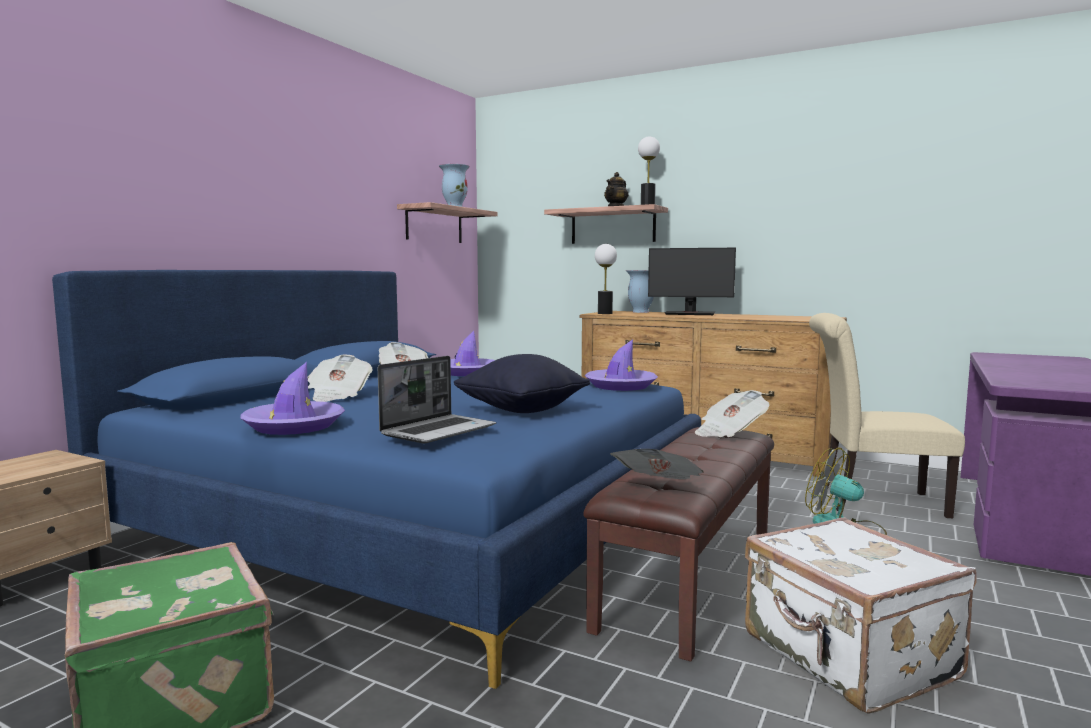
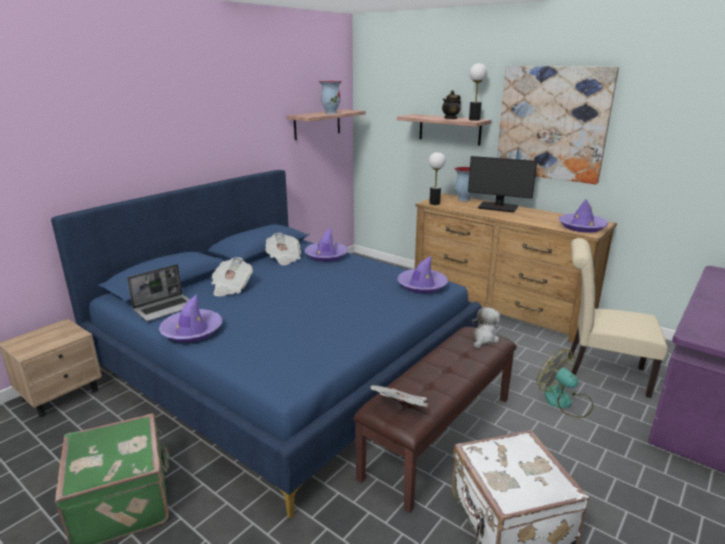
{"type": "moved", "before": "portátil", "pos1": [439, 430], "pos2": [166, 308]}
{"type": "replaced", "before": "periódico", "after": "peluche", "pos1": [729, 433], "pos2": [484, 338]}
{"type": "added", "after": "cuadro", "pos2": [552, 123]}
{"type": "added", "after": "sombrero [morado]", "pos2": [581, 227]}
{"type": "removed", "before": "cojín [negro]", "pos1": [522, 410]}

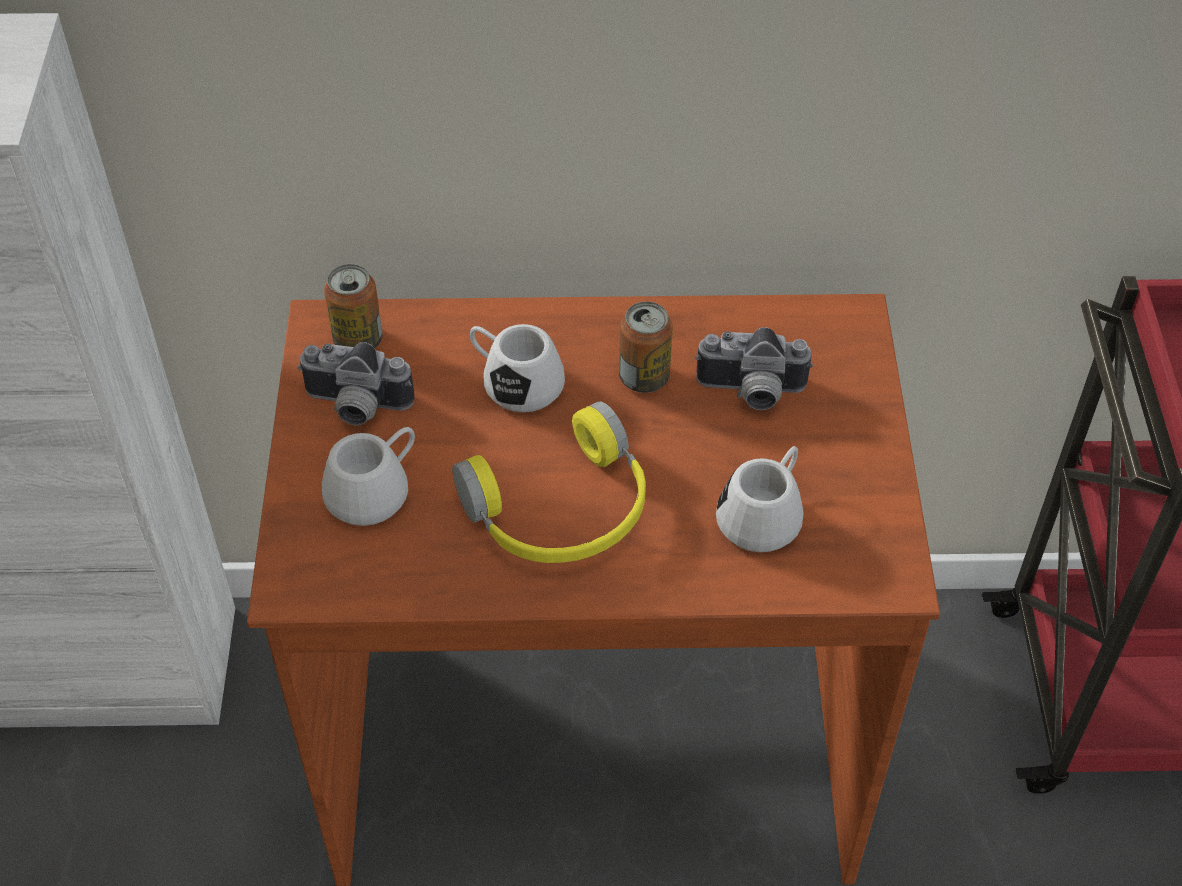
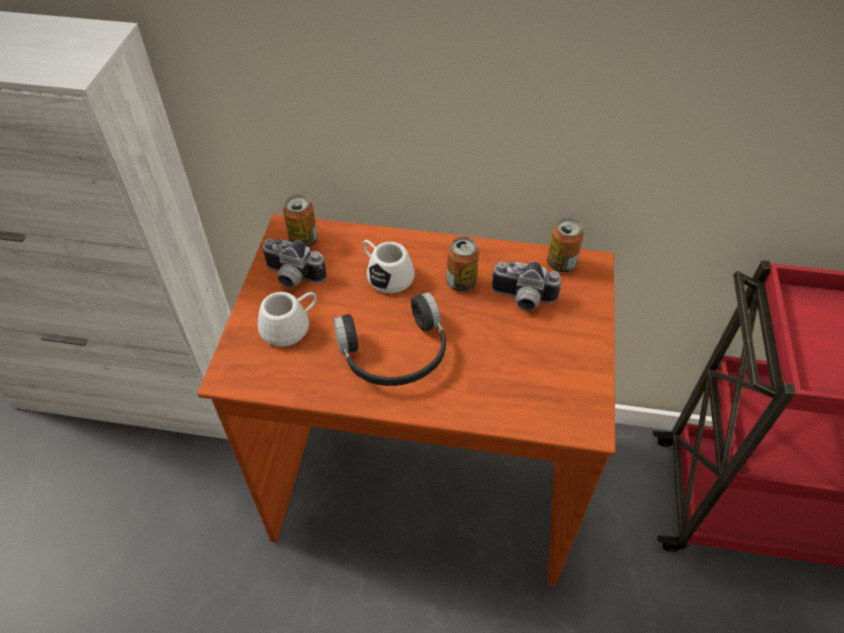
{"type": "recoloured", "before": "auriculares [amarillo]", "after": "auriculares [negro]", "pos1": [562, 511], "pos2": [395, 354]}
{"type": "added", "after": "lata", "pos2": [561, 264]}
{"type": "removed", "before": "taza grande [blanco]", "pos1": [764, 513]}

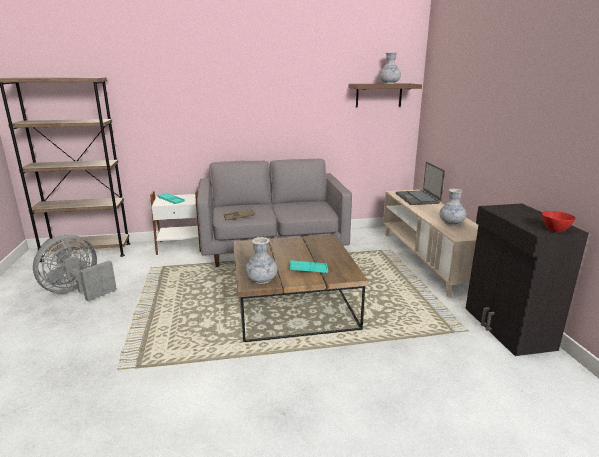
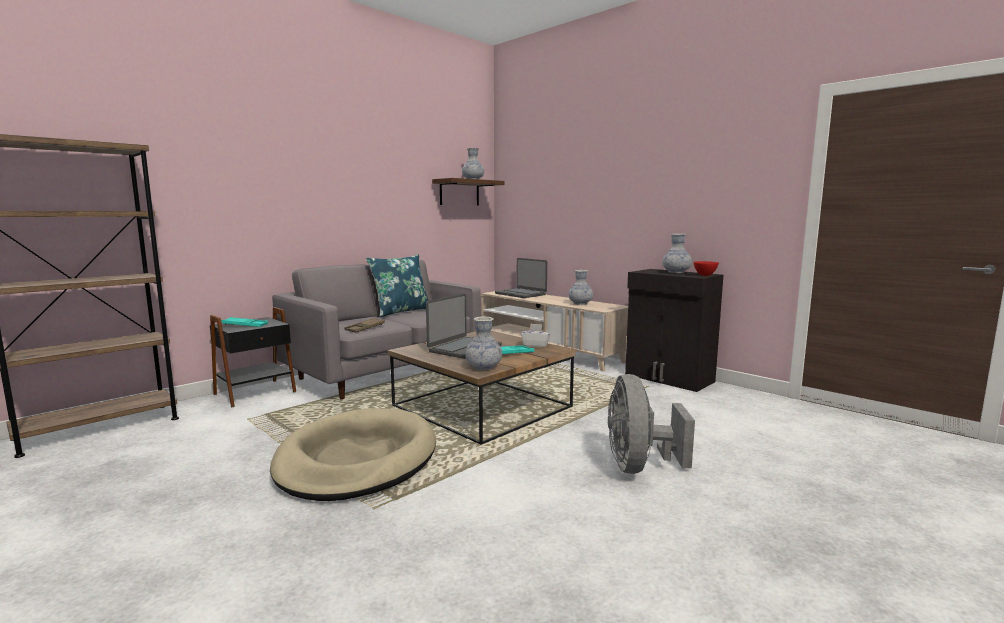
{"type": "recoloured", "before": "mesa auxiliar [blanco]", "after": "mesa auxiliar [negro]", "pos1": [180, 246], "pos2": [256, 393]}
{"type": "added", "after": "cama para perro [beis]", "pos2": [357, 459]}
{"type": "added", "after": "cojín [azul]", "pos2": [401, 312]}
{"type": "added", "after": "portátil", "pos2": [464, 348]}
{"type": "added", "after": "caja de pañuelos [blanco]", "pos2": [535, 345]}
{"type": "moved", "before": "ventilador [gris]", "pos1": [78, 291], "pos2": [639, 466]}
{"type": "added", "after": "florero", "pos2": [676, 272]}

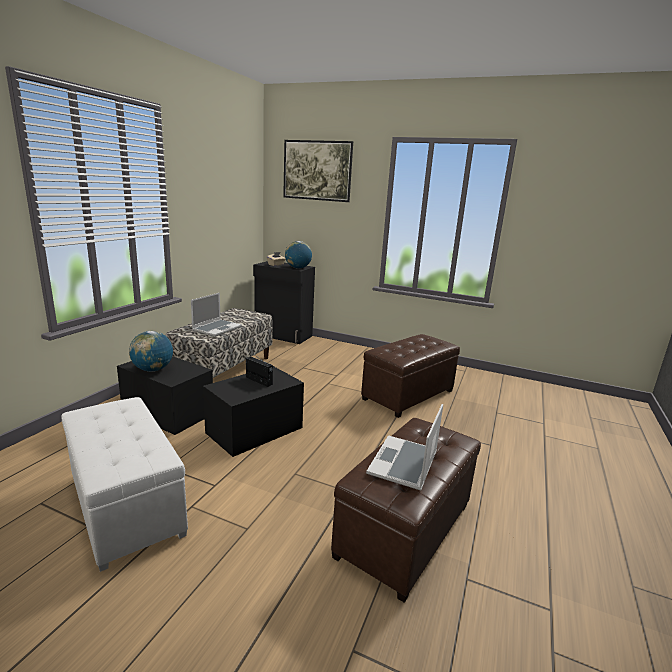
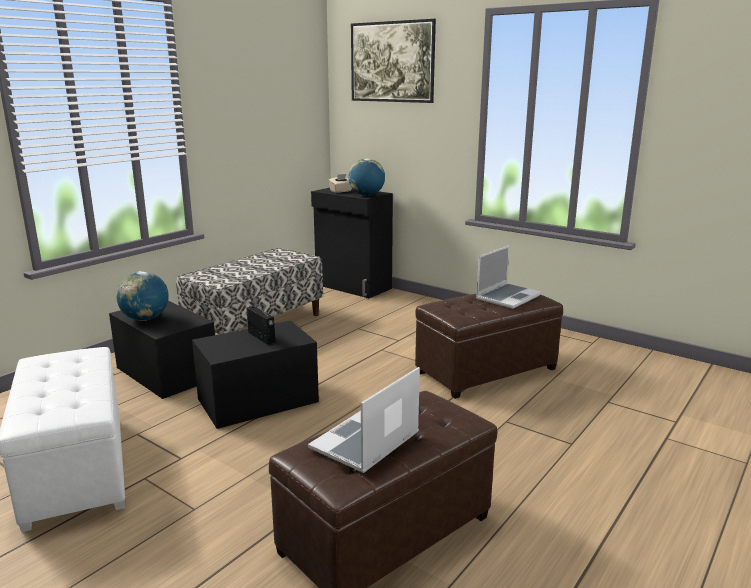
{"type": "moved", "before": "portátil", "pos1": [217, 328], "pos2": [508, 297]}

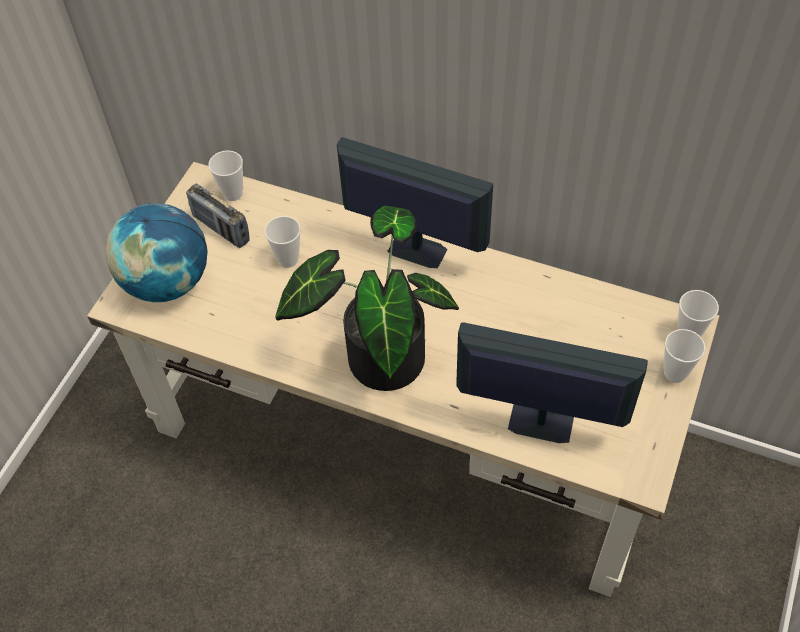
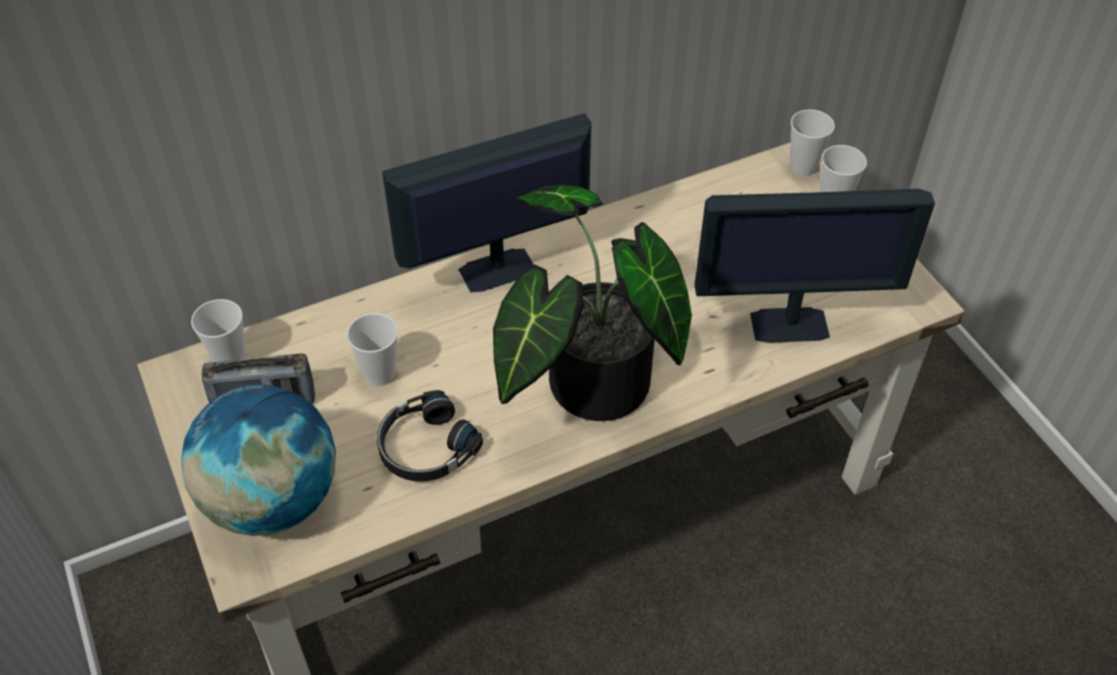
{"type": "added", "after": "auriculares [negro]", "pos2": [425, 447]}
{"type": "turned", "before": "monitor", "pos1": [539, 423], "pos2": [791, 324], "turn": -150}

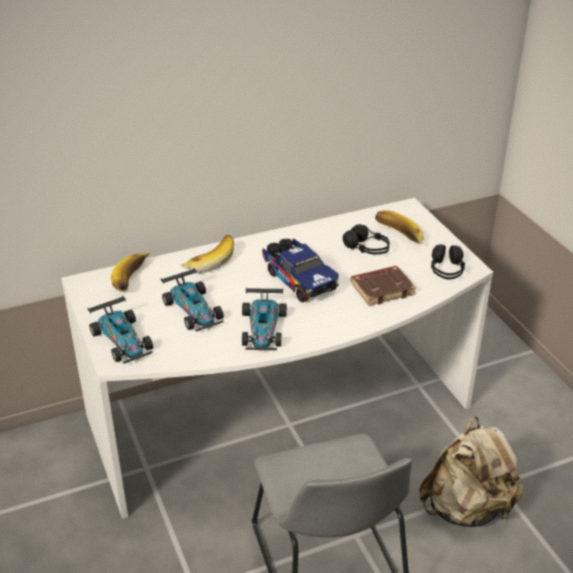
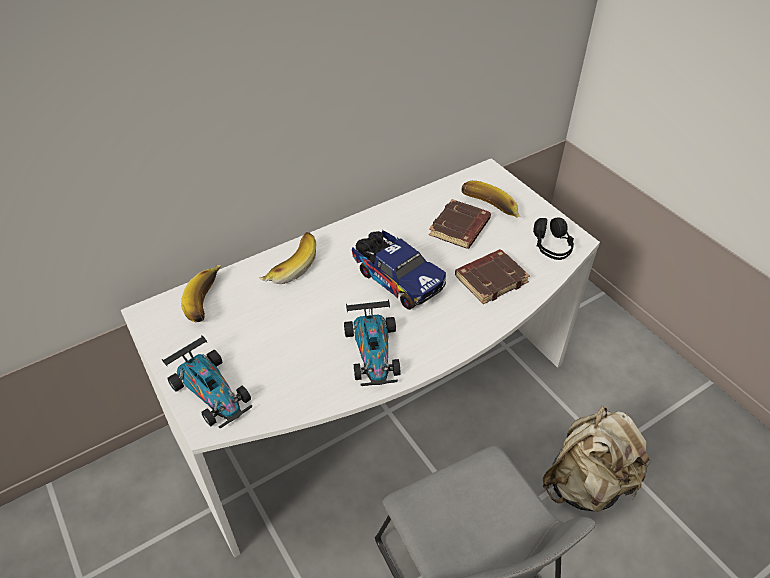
{"type": "replaced", "before": "auriculares [negro]", "after": "libro [marrón]", "pos1": [367, 249], "pos2": [460, 228]}
{"type": "removed", "before": "coche de juguete", "pos1": [194, 310]}

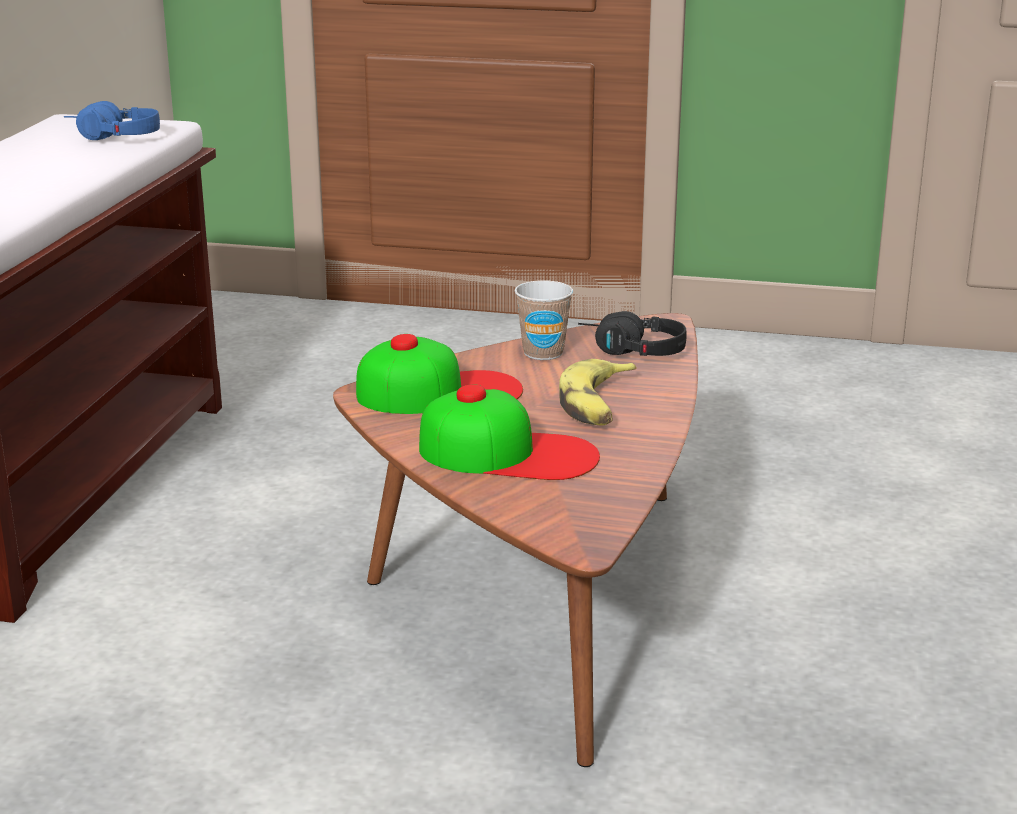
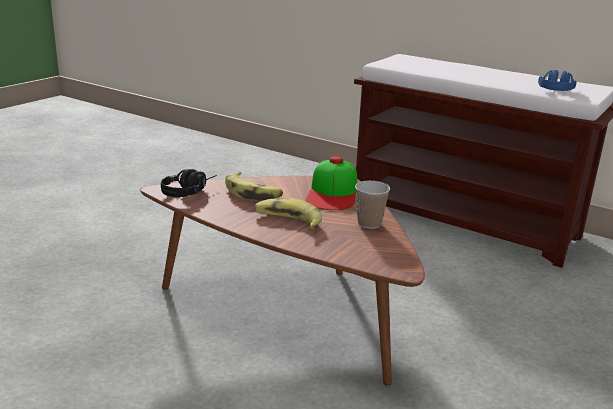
{"type": "moved", "before": "auriculares [negro]", "pos1": [629, 352], "pos2": [189, 191]}
{"type": "replaced", "before": "gorra", "after": "plátano", "pos1": [509, 453], "pos2": [253, 193]}

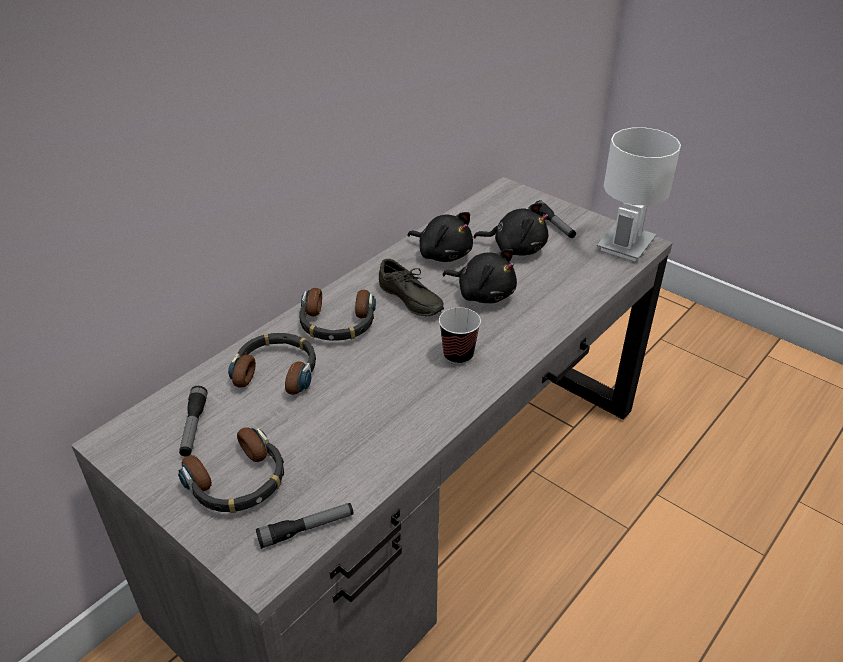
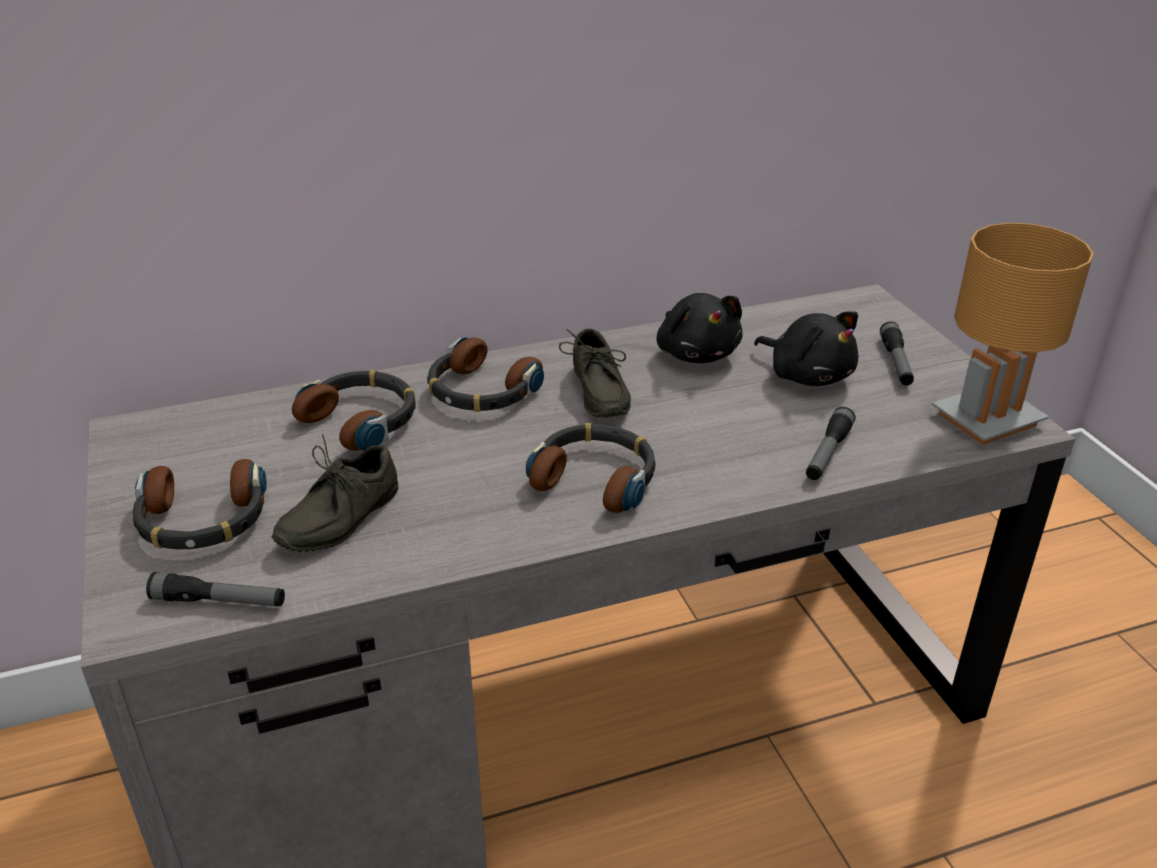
{"type": "added", "after": "zapato [gris]", "pos2": [336, 517]}
{"type": "replaced", "before": "taza", "after": "auriculares", "pos1": [458, 355], "pos2": [596, 478]}
{"type": "moved", "before": "linterna", "pos1": [193, 427], "pos2": [827, 453]}
{"type": "recoloured", "before": "lámpara de mesa [blanco]", "after": "lámpara de mesa [marrón]", "pos1": [625, 245], "pos2": [986, 419]}
{"type": "removed", "before": "peluche [negro]", "pos1": [483, 293]}

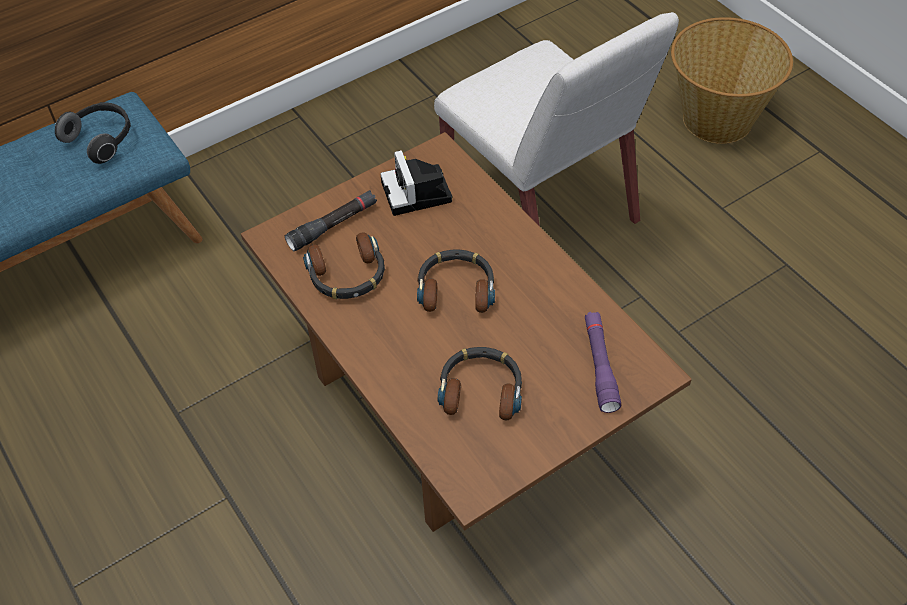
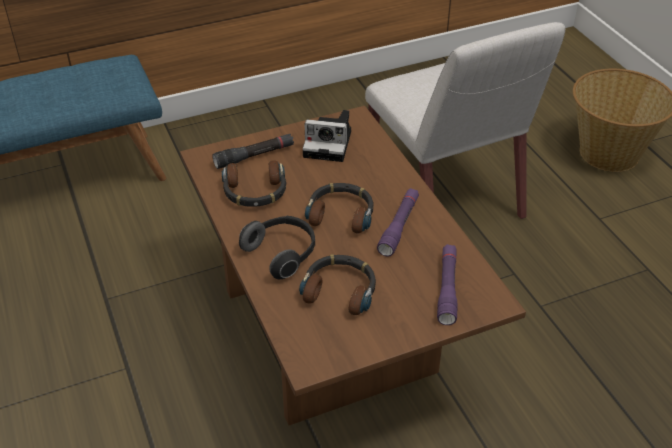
{"type": "moved", "before": "auriculares", "pos1": [101, 140], "pos2": [282, 254]}
{"type": "turned", "before": "cámara", "pos1": [418, 194], "pos2": [330, 144], "turn": -75}
{"type": "added", "after": "linterna [morado]", "pos2": [399, 226]}

